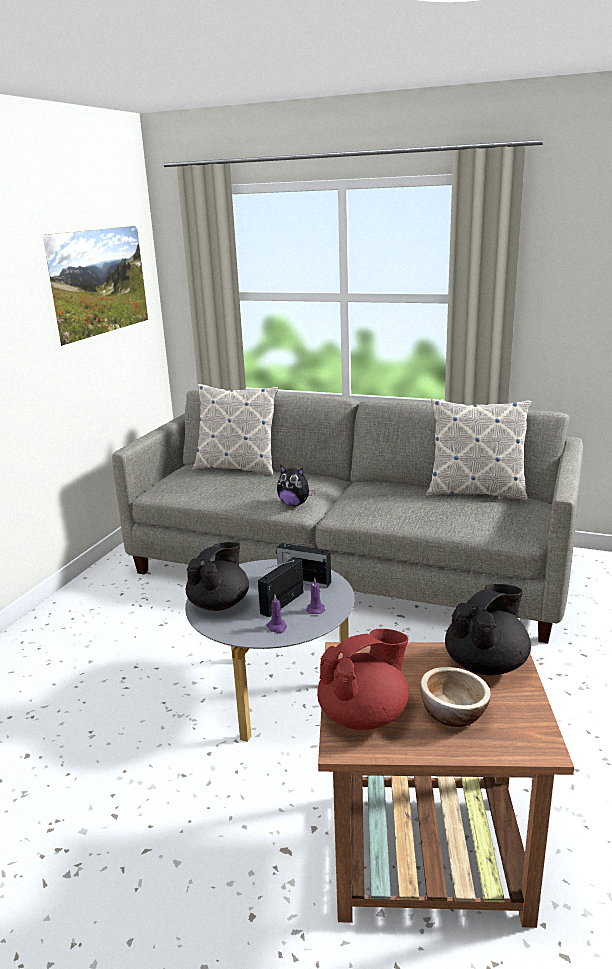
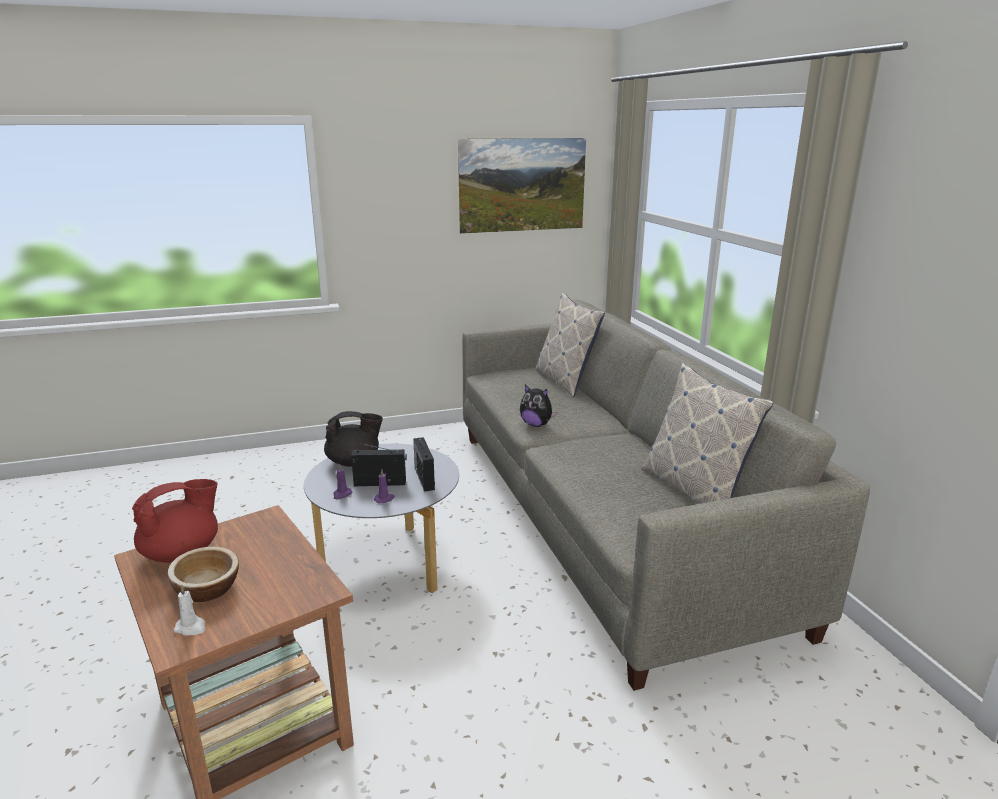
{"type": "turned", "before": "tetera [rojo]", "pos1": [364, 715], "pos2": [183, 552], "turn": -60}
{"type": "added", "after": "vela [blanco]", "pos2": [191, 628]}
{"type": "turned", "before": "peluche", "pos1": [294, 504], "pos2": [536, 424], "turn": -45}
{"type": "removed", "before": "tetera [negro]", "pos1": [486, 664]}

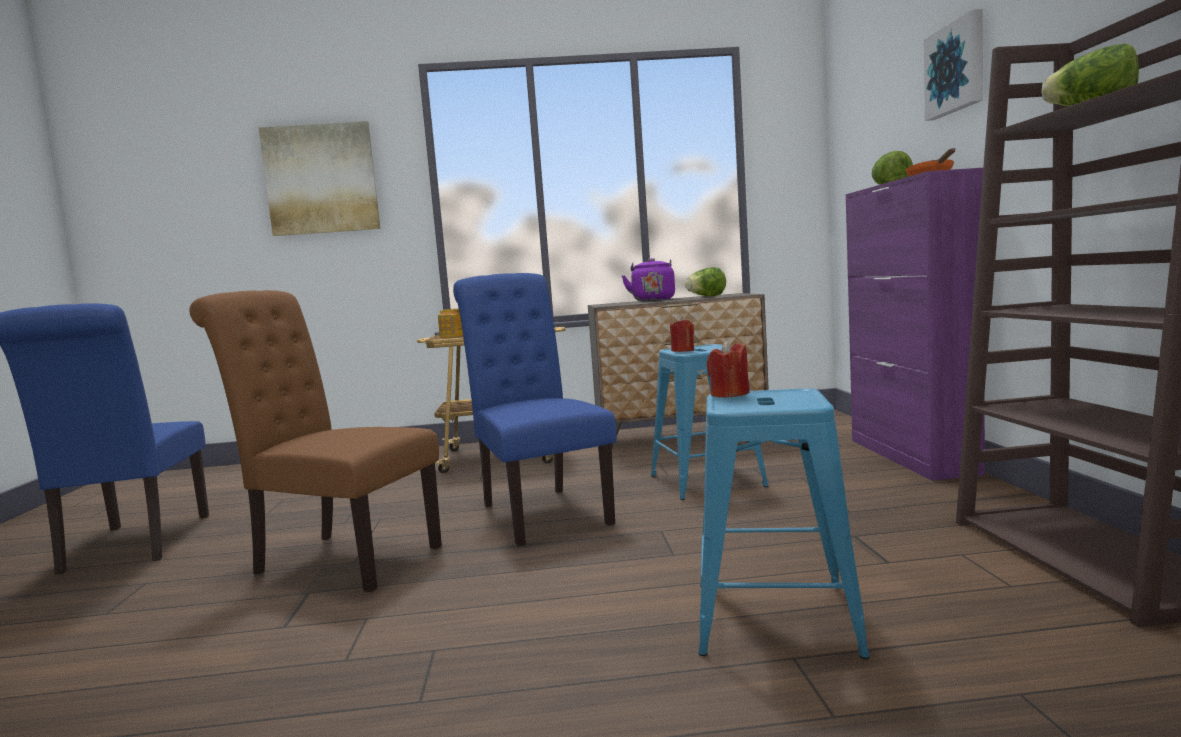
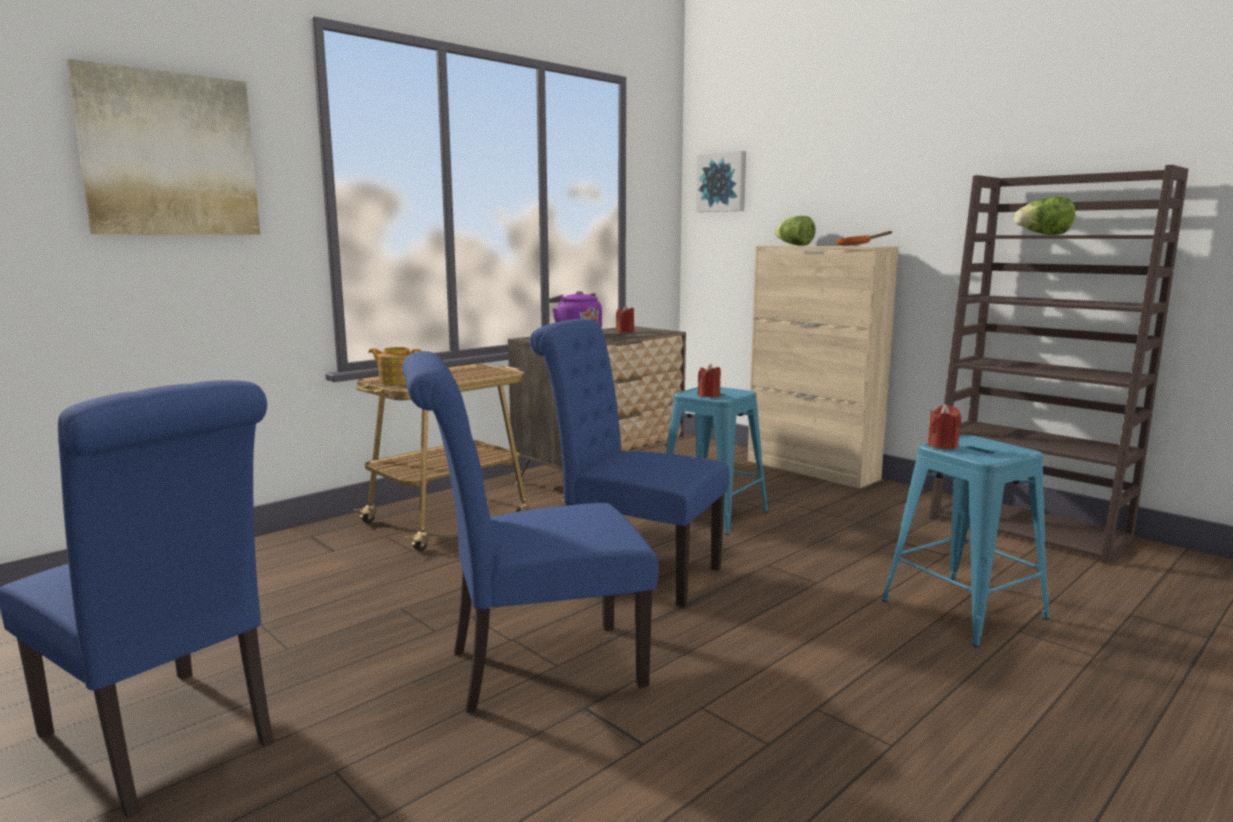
{"type": "recoloured", "before": "silla [marrón]", "after": "silla [azul]", "pos1": [338, 559], "pos2": [532, 668]}
{"type": "replaced", "before": "lechuga", "after": "vela [rojo]", "pos1": [706, 296], "pos2": [625, 331]}
{"type": "moved", "before": "cuadro", "pos1": [956, 68], "pos2": [722, 182]}
{"type": "recoloured", "before": "armario [morado]", "after": "armario [beis]", "pos1": [911, 456], "pos2": [812, 470]}

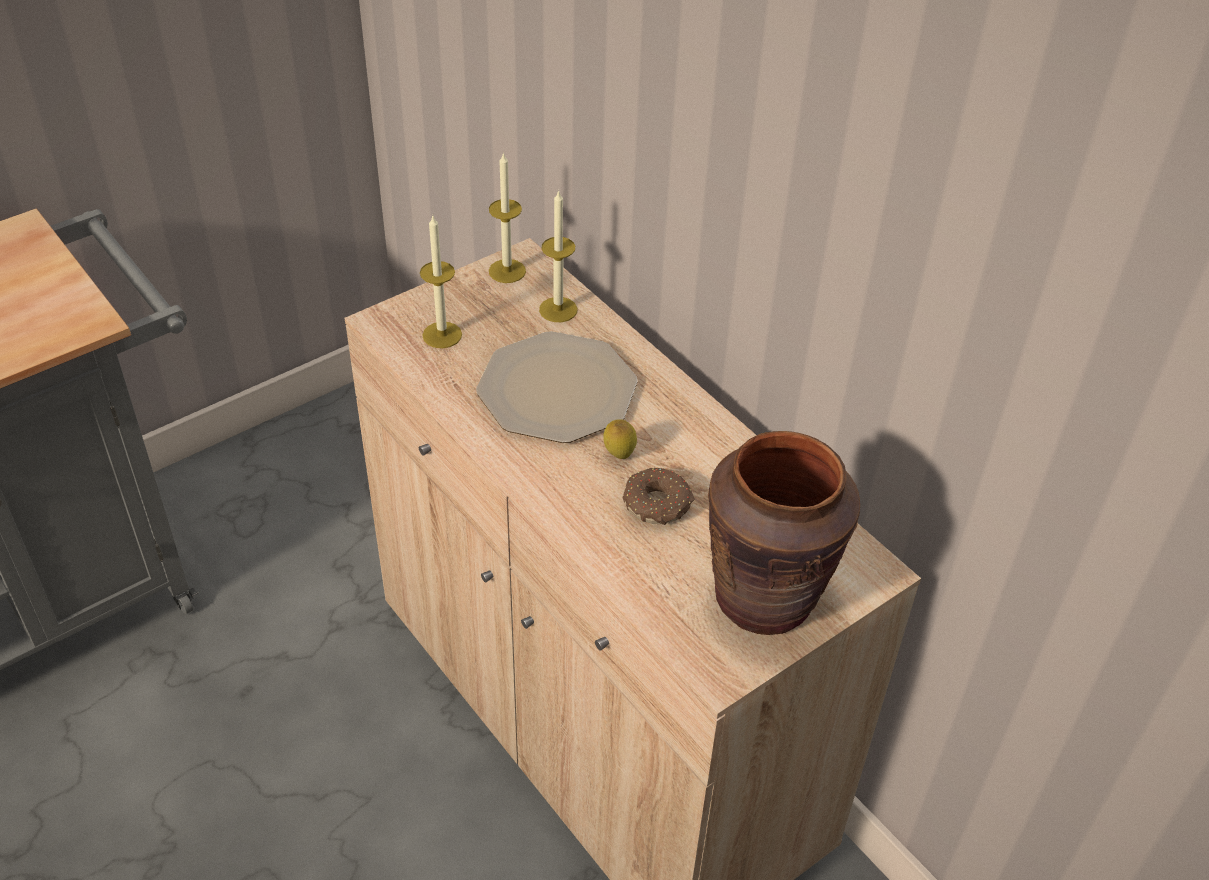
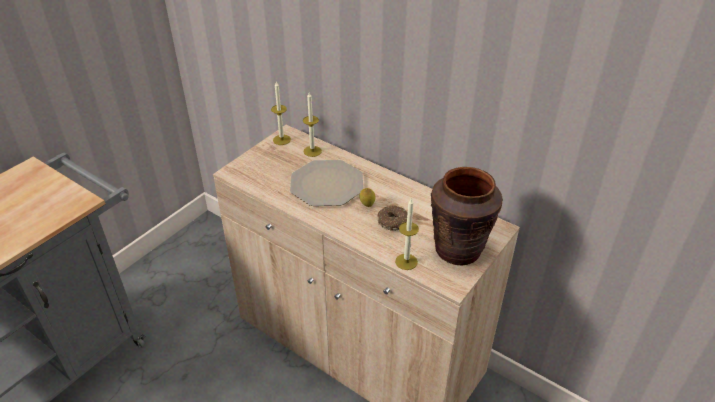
{"type": "moved", "before": "vela", "pos1": [442, 335], "pos2": [406, 261]}

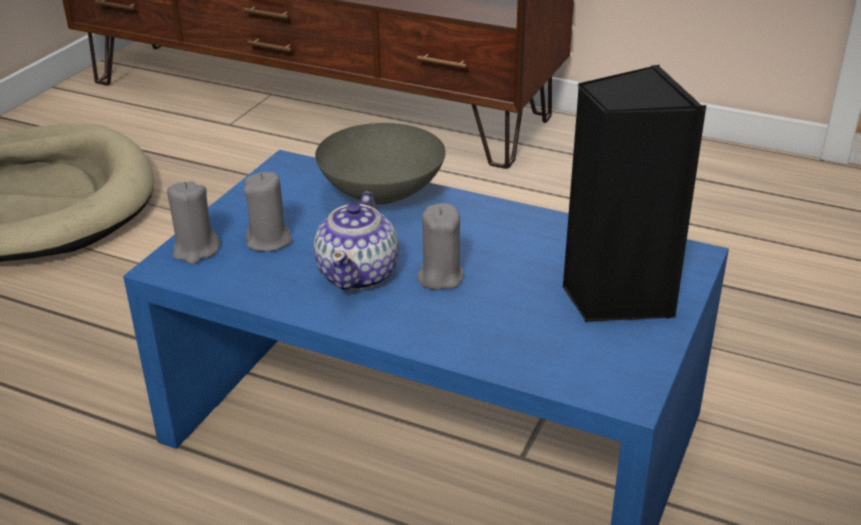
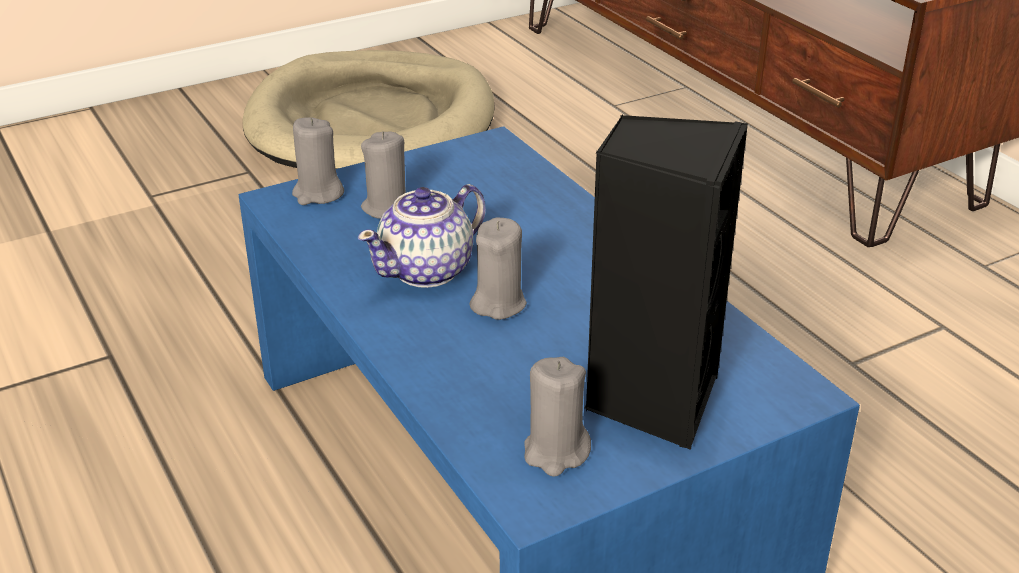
{"type": "added", "after": "vela [gris]", "pos2": [556, 452]}
{"type": "removed", "before": "cuenco [gris]", "pos1": [384, 194]}

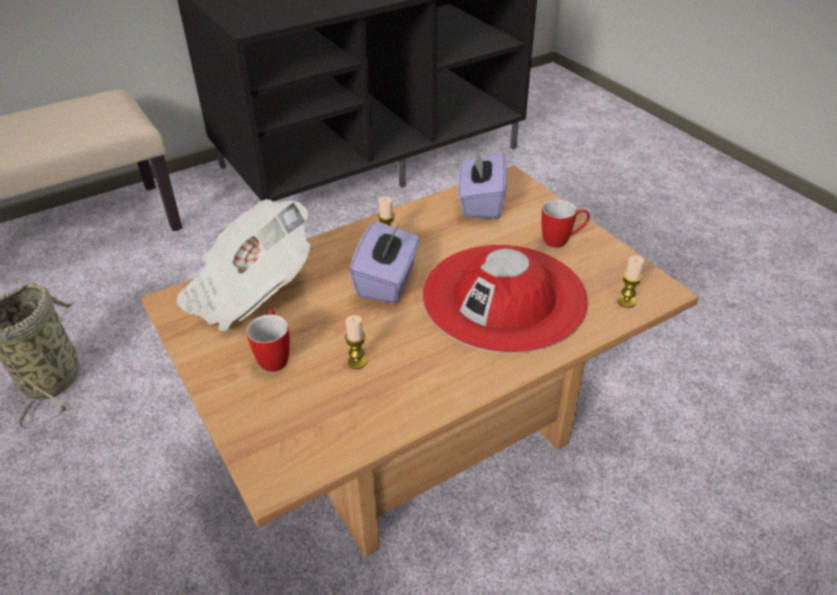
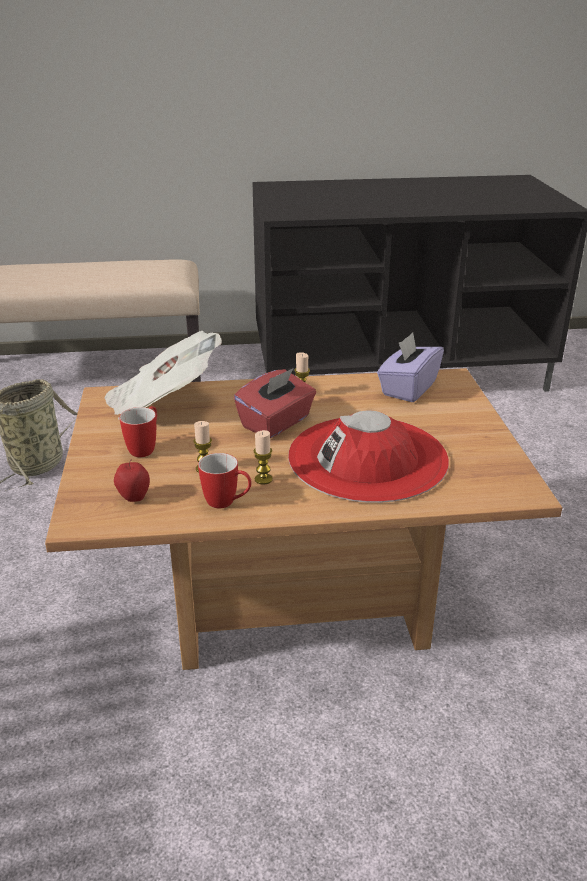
{"type": "added", "after": "manzana", "pos2": [134, 498]}
{"type": "moved", "before": "taza grande", "pos1": [562, 241], "pos2": [227, 503]}
{"type": "recoloured", "before": "caja de pañuelos [morado]", "after": "caja de pañuelos [rojo]", "pos1": [387, 281], "pos2": [276, 423]}
{"type": "moved", "before": "vela", "pos1": [626, 301], "pos2": [263, 479]}

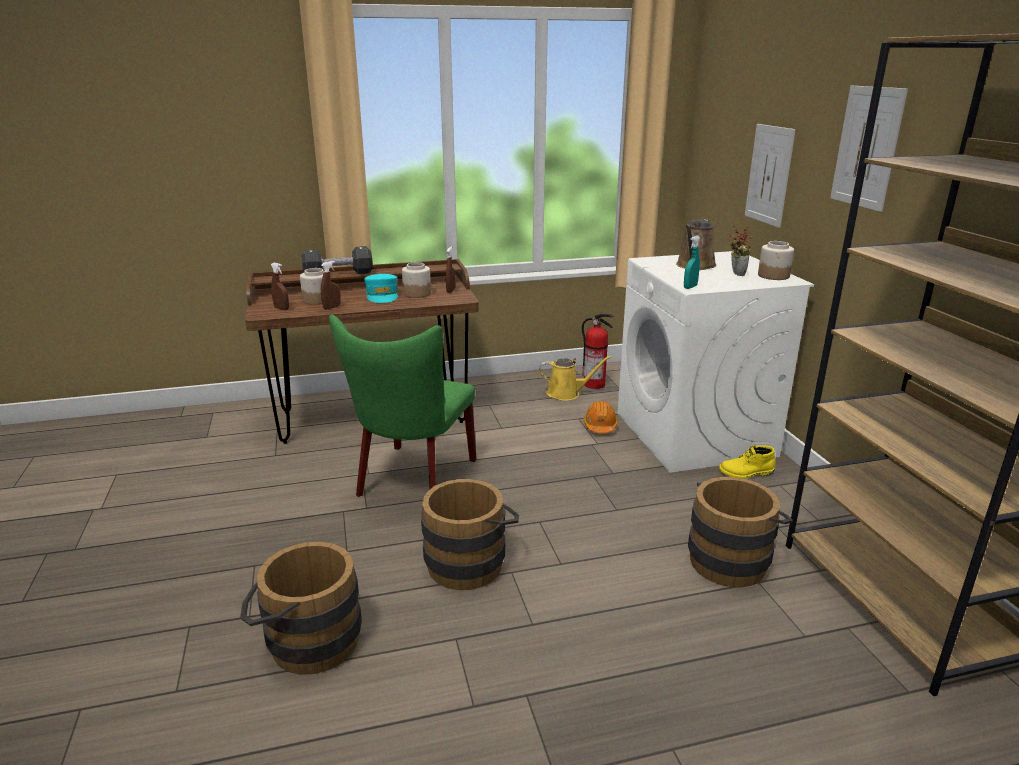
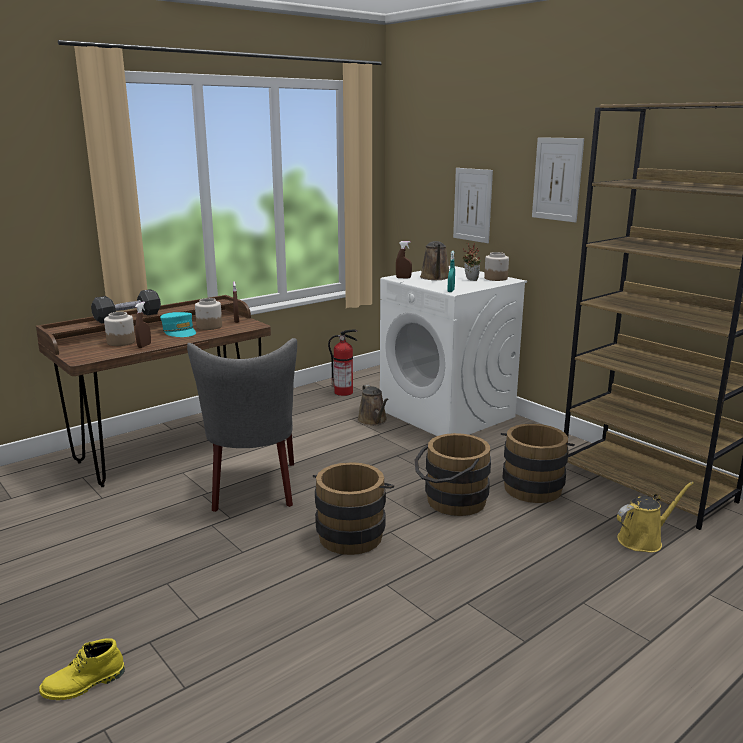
{"type": "moved", "before": "bota [amarillo]", "pos1": [746, 473], "pos2": [83, 684]}
{"type": "recoloured", "before": "silla [verde]", "after": "silla [gris]", "pos1": [413, 481], "pos2": [253, 489]}
{"type": "replaced", "before": "casco [naranja]", "after": "regadera [marrón]", "pos1": [600, 426], "pos2": [373, 421]}
{"type": "moved", "before": "pulverizador [marrón]", "pos1": [281, 308], "pos2": [403, 278]}
{"type": "moved", "before": "cubo [marrón]", "pos1": [306, 641], "pos2": [450, 502]}
{"type": "moved", "before": "regadera [amarillo]", "pos1": [566, 393], "pos2": [643, 540]}

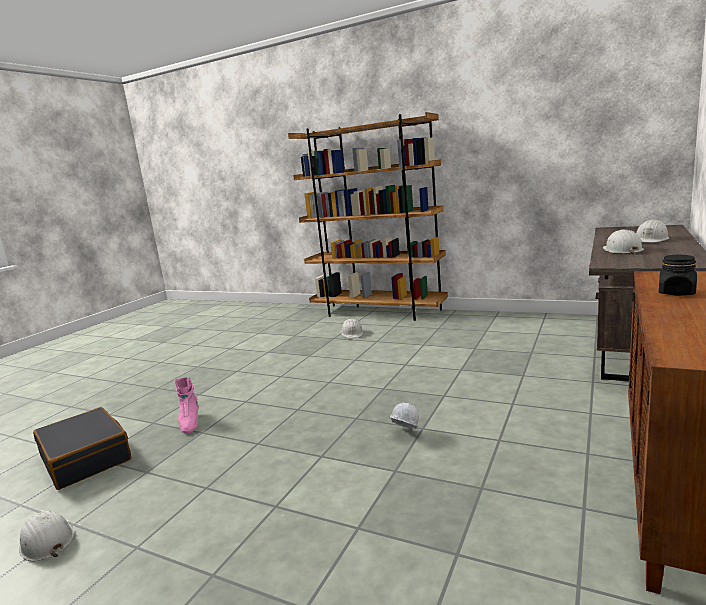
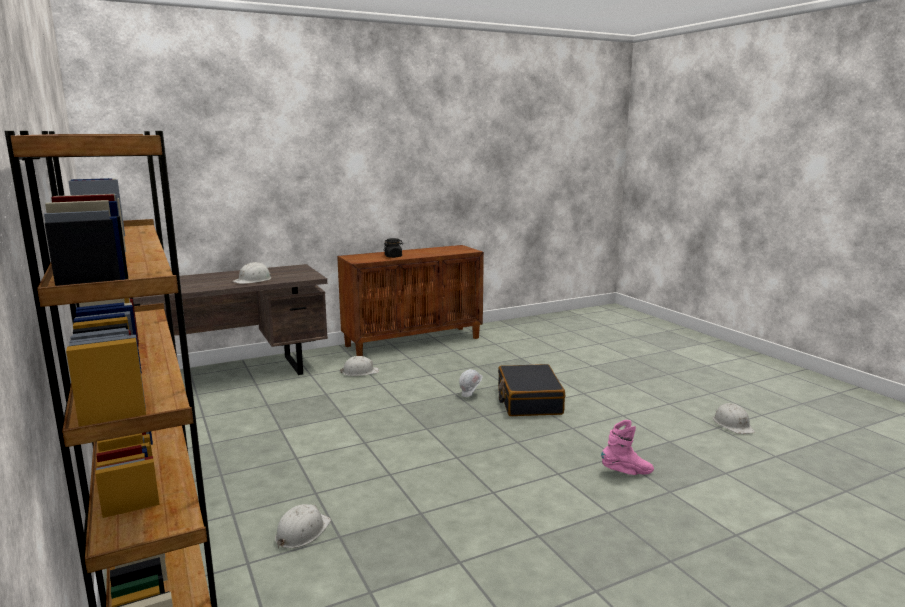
{"type": "moved", "before": "casco [blanco]", "pos1": [651, 239], "pos2": [360, 372]}
{"type": "moved", "before": "maleta [negro]", "pos1": [86, 458], "pos2": [529, 401]}
{"type": "turned", "before": "bota [rosa]", "pos1": [190, 423], "pos2": [627, 472], "turn": 60}

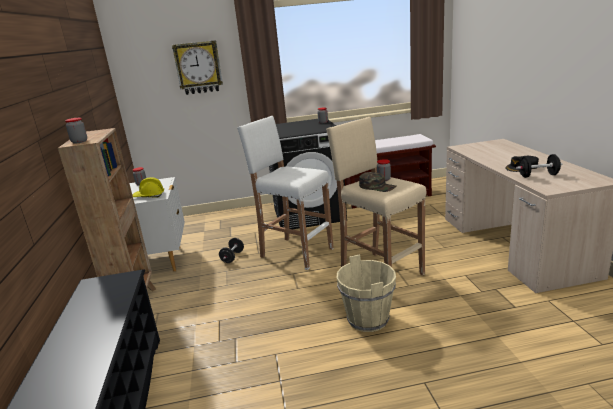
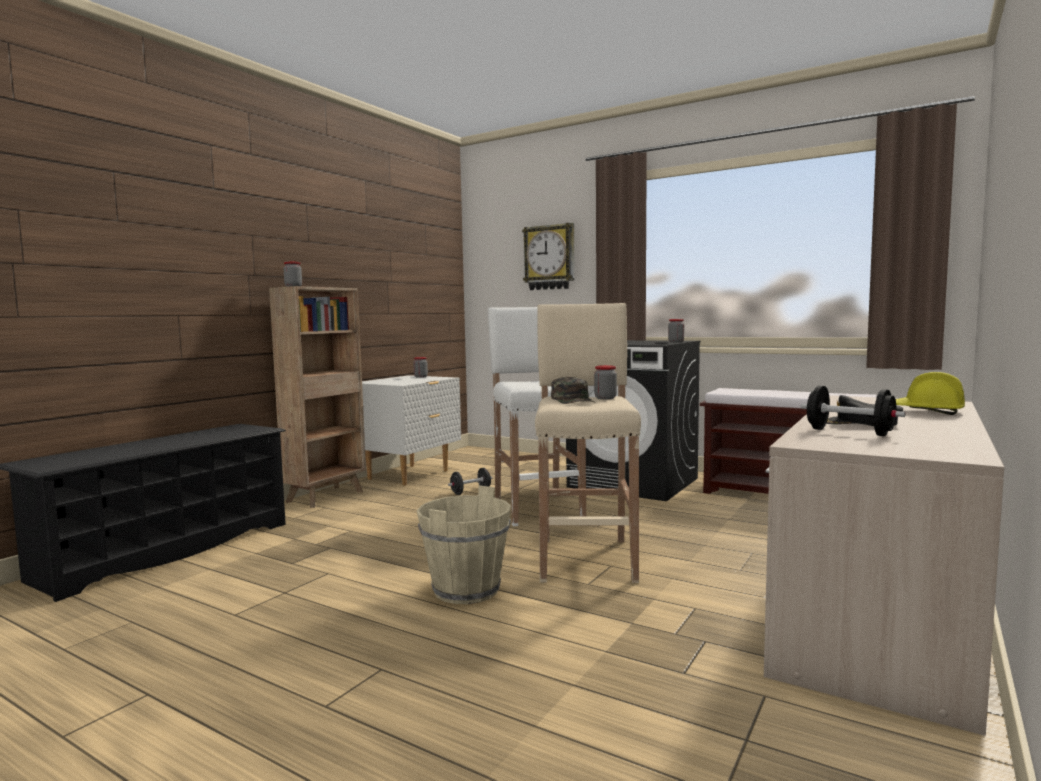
{"type": "moved", "before": "casco [amarillo]", "pos1": [149, 196], "pos2": [925, 411]}

